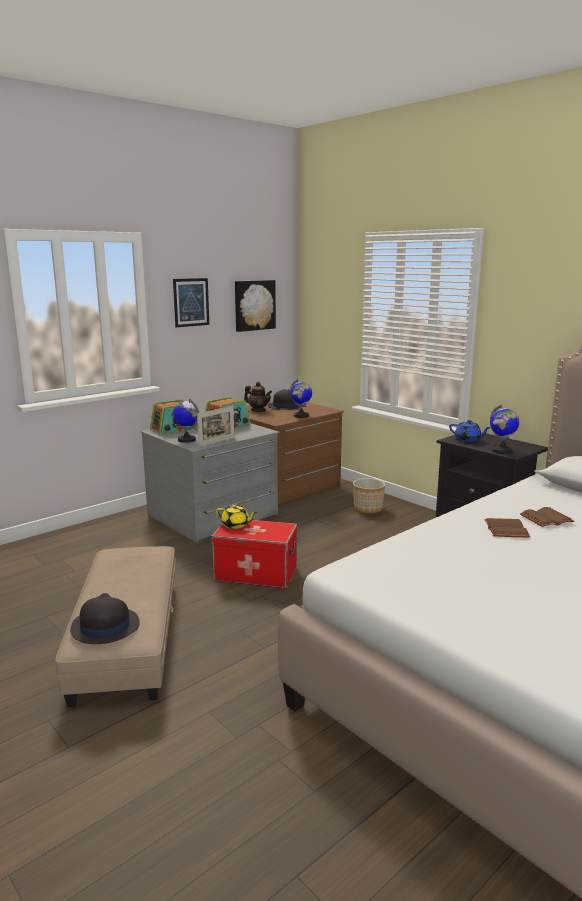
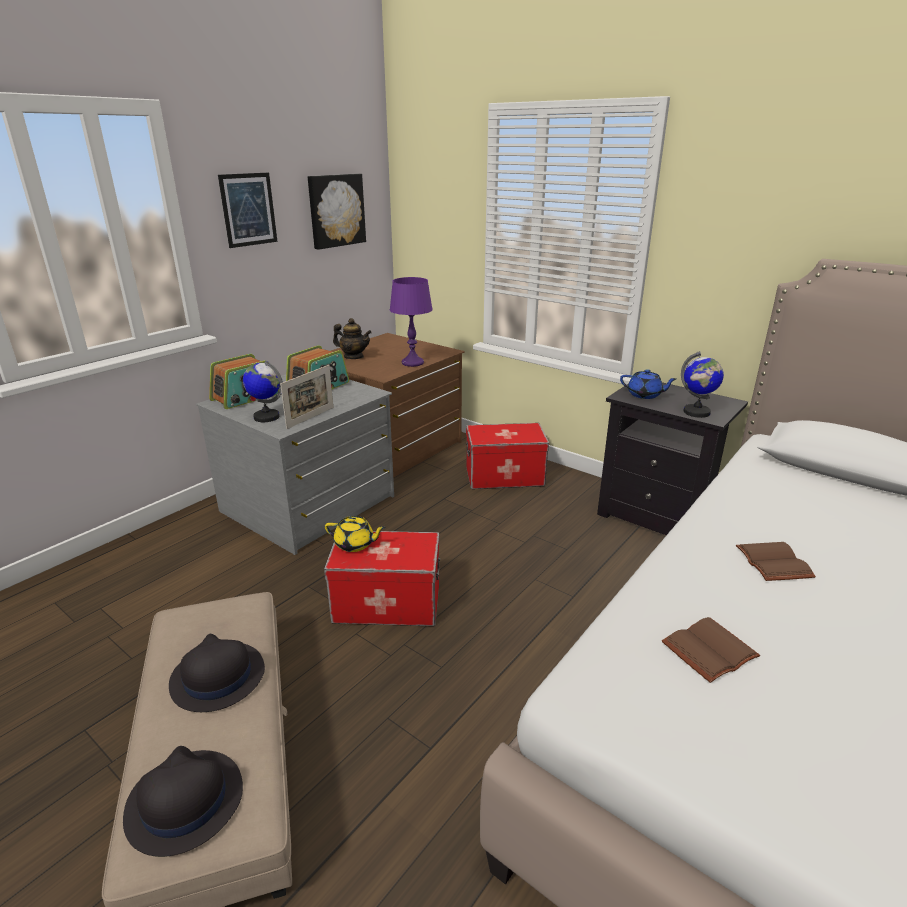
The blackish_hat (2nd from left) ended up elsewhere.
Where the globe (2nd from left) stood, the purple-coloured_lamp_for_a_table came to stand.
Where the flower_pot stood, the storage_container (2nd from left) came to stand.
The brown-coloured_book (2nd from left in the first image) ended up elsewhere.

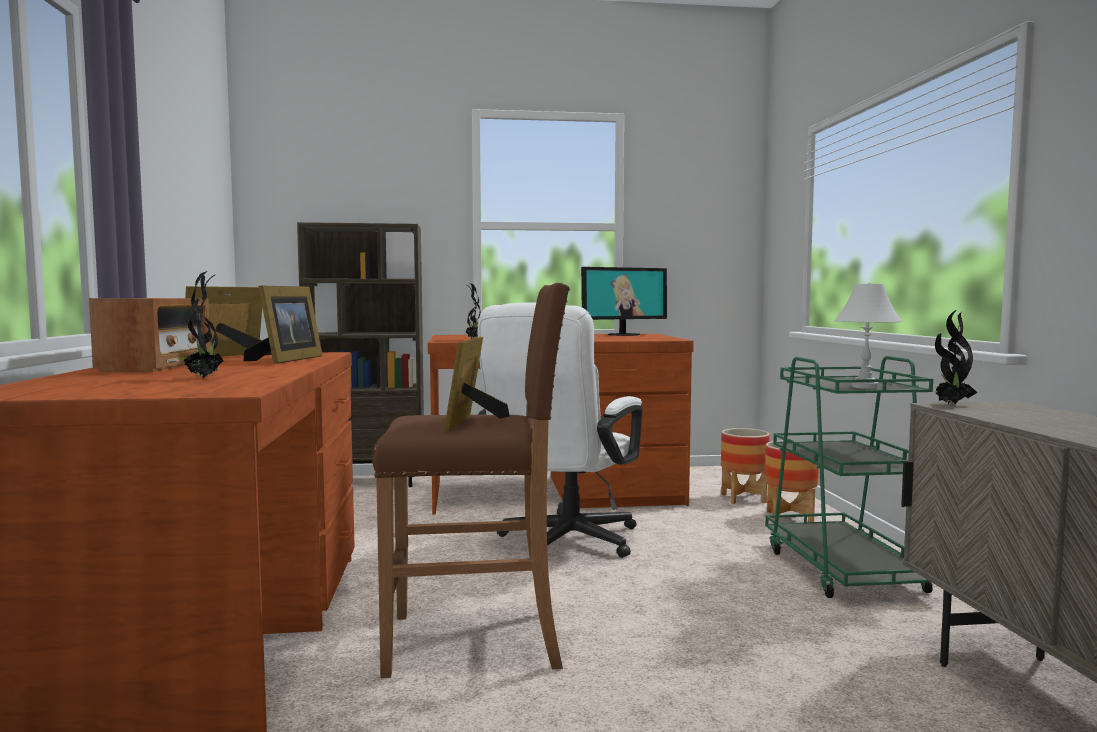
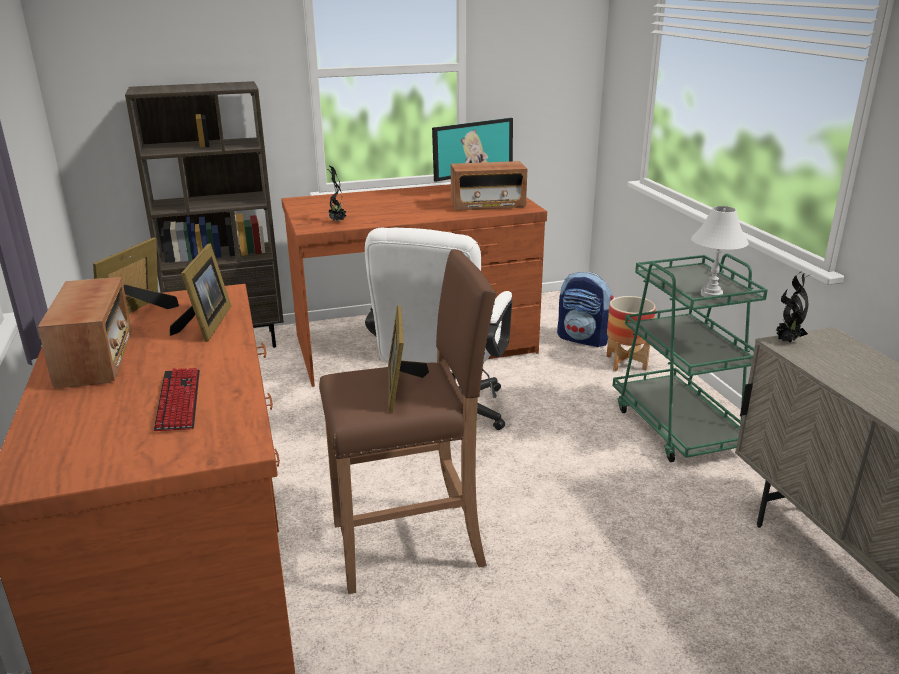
Where the plant_in_a_pot (1st from left) stood, the computer_keyboard came to stand.
Where the flower_pot (1st from left) stood, the knapsack came to stand.
The second view gained the radio_set (2nd from left).

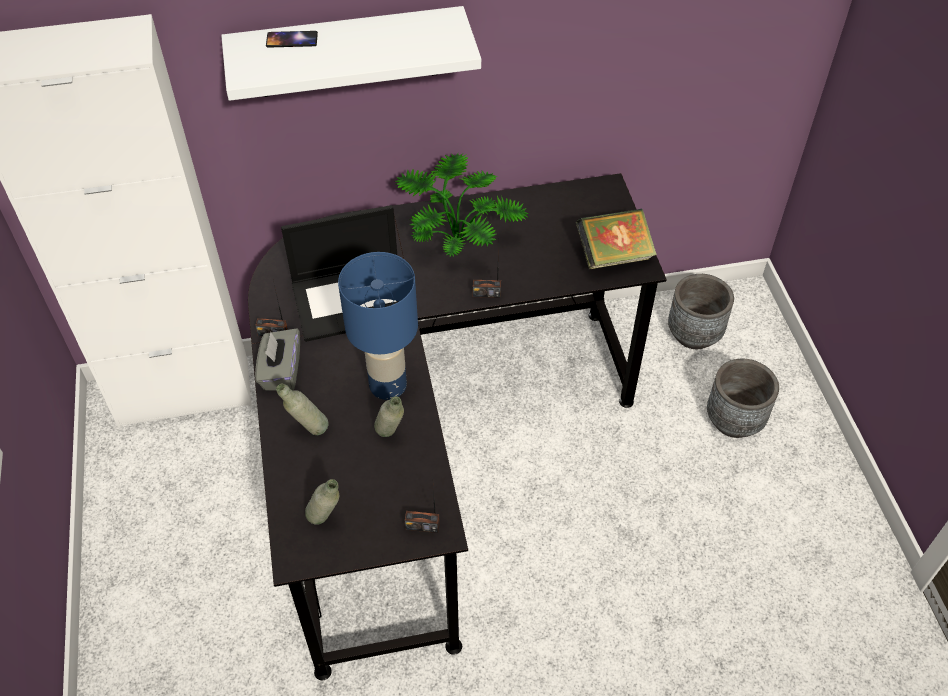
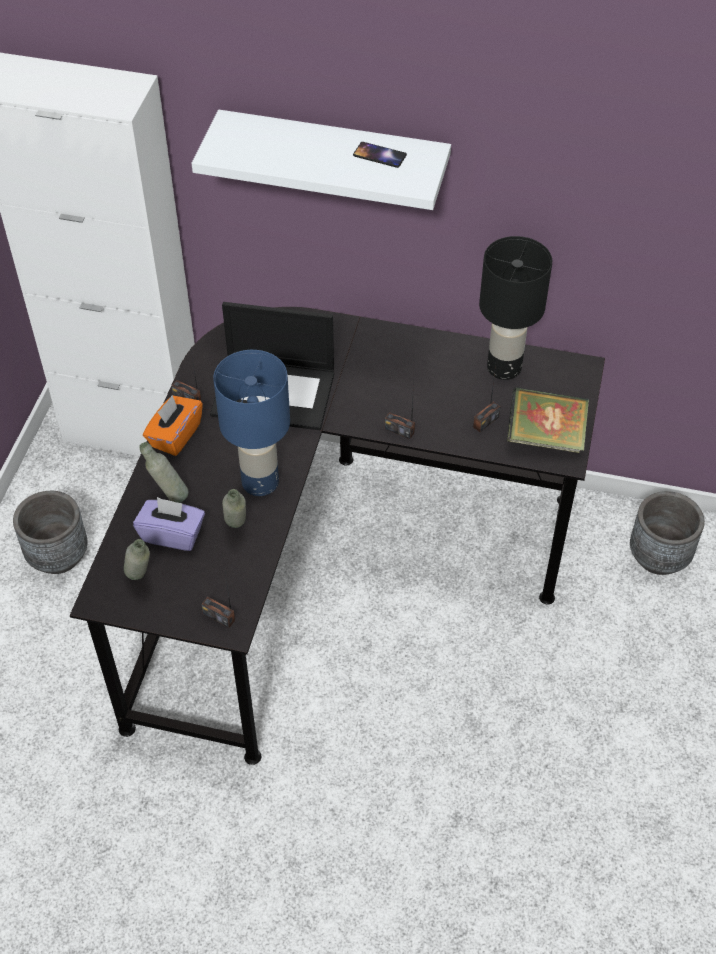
What was the grey_tissue_box turned into the orangey_tissue_box.
The handset ended up elsewhere.
The second view lost the plant_in_a_pot.
The grey_flower_pot (2nd from left in the first image) ended up elsewhere.
The second view gained the purple-coloured_tissue_box.
The second view gained the radio_set (4th from left).
The second view gained the blackish_lamp_for_a_table.

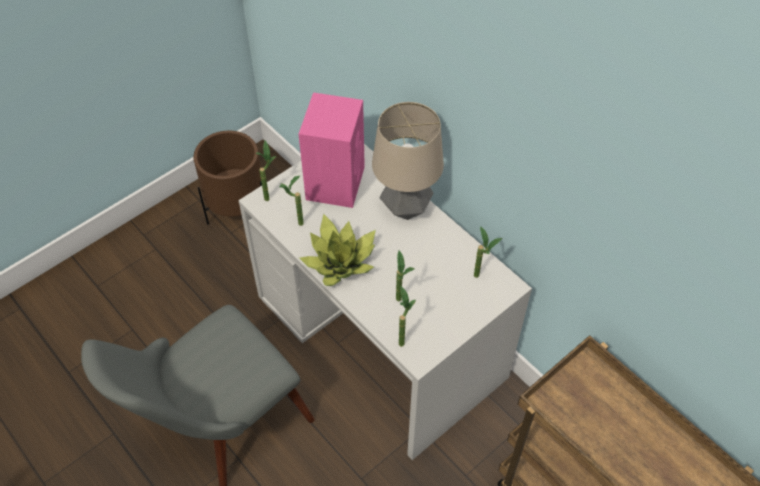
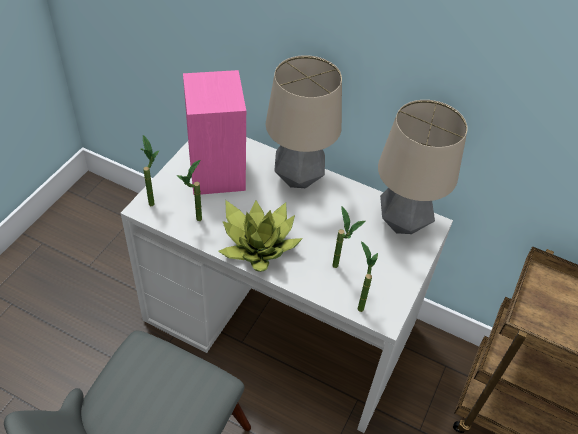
The second view lost the brown-coloured_flower_pot.
Where the plant_in_a_pot (6th from left) stood, the lamp_for_a_table (2nd from left) came to stand.

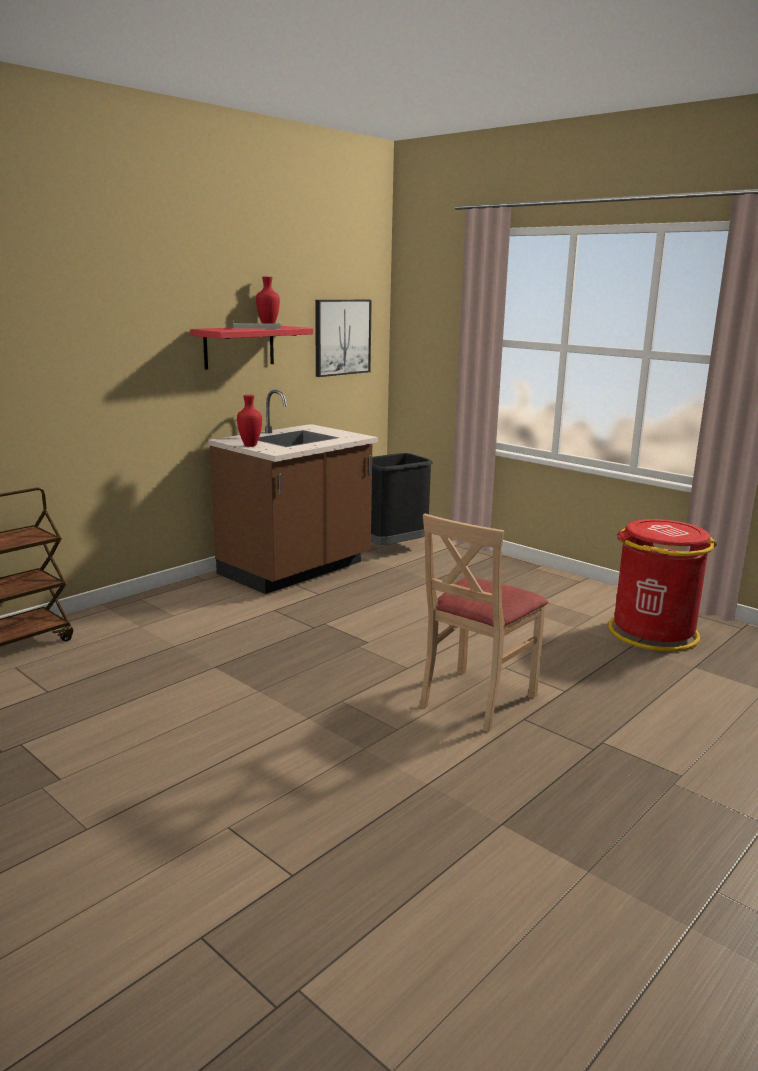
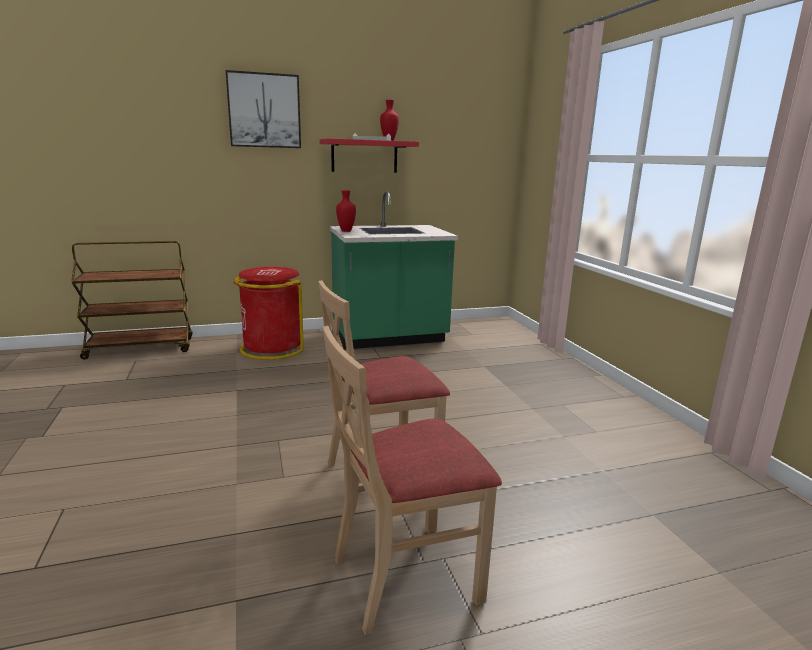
What was the brown-coloured_kitchen_base_unit turned into the greenish_kitchen_base_unit.
The picture ended up elsewhere.
The second view lost the blackish_rubbish_bin.
The red-coloured_rubbish_bin ended up elsewhere.
The second view gained the beige-coloured_upright_chair (2nd from left).

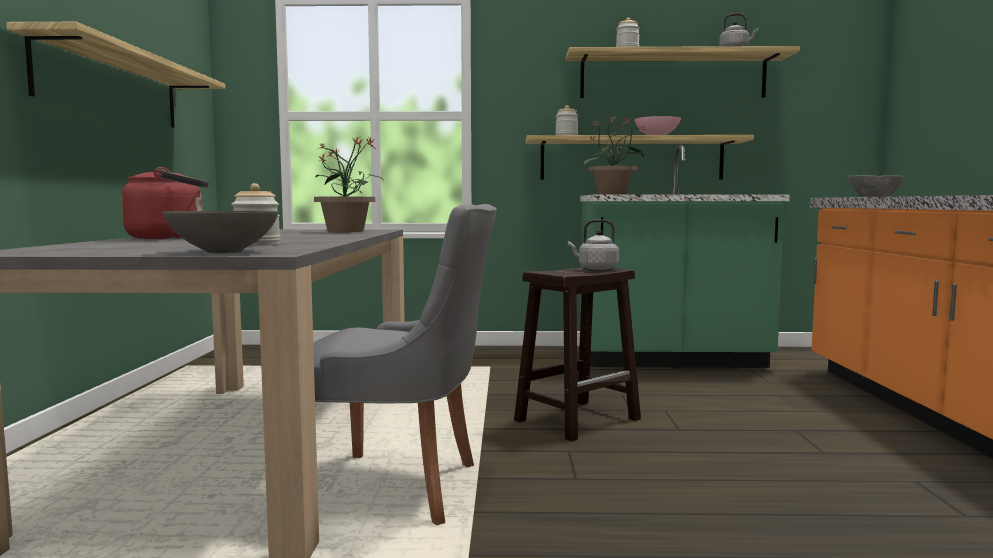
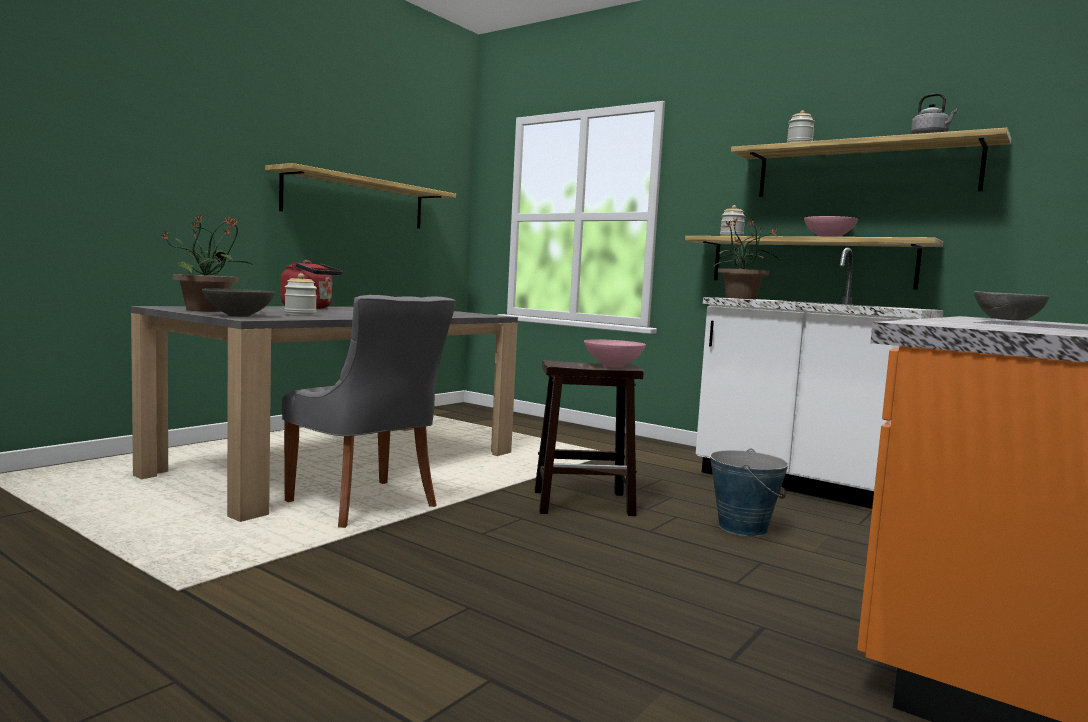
The plant_in_a_pot (1st from left) ended up elsewhere.
Where the grey_tea_kettle (1st from left) stood, the pink-coloured_bowl (1st from left) came to stand.
What was the greenish_kitchen_base_unit turned into the white-coloured_kitchen_base_unit.
The second view gained the water_bucket.

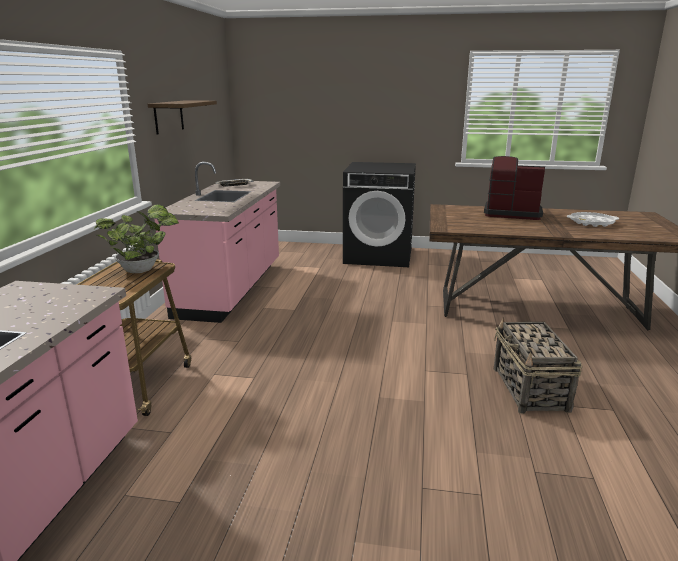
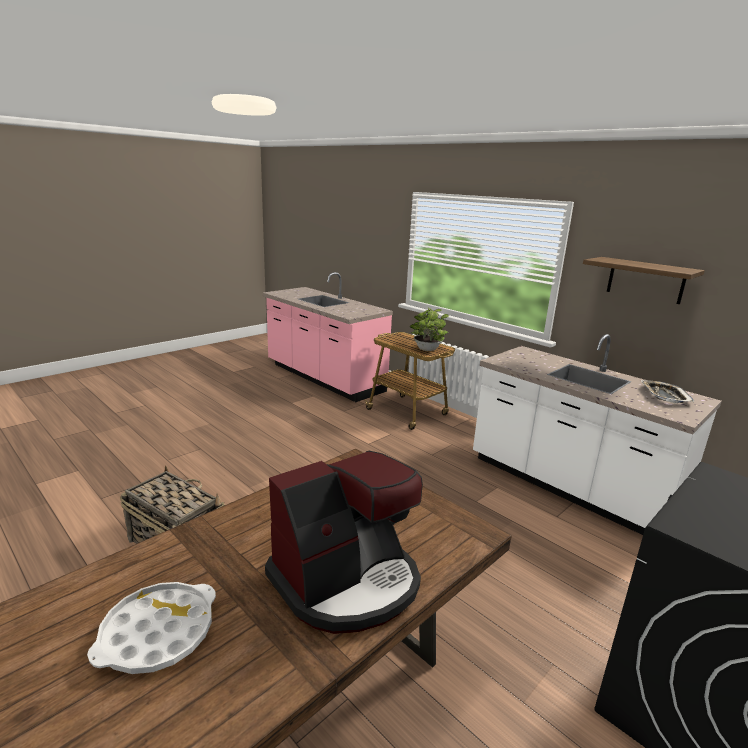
What was the pink-coloured_kitchen_base_unit (2nd from left) turned into the white-coloured_kitchen_base_unit.

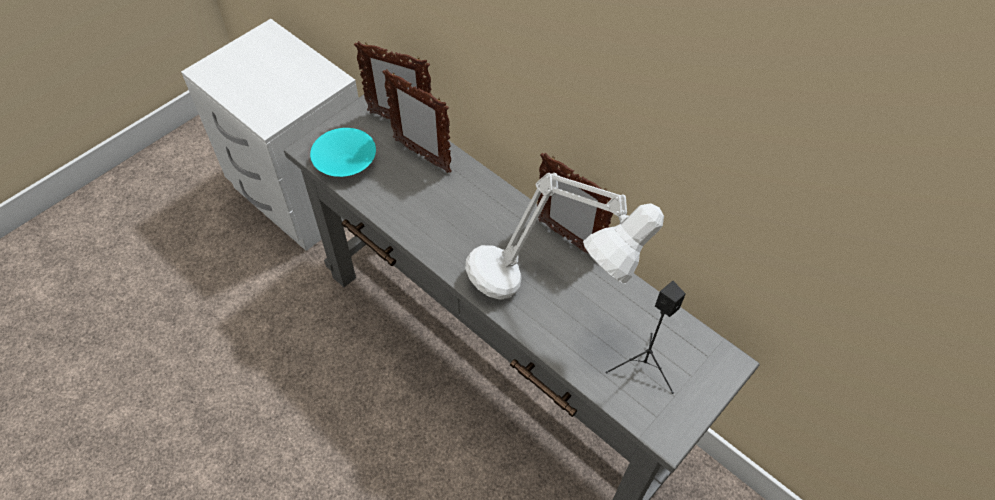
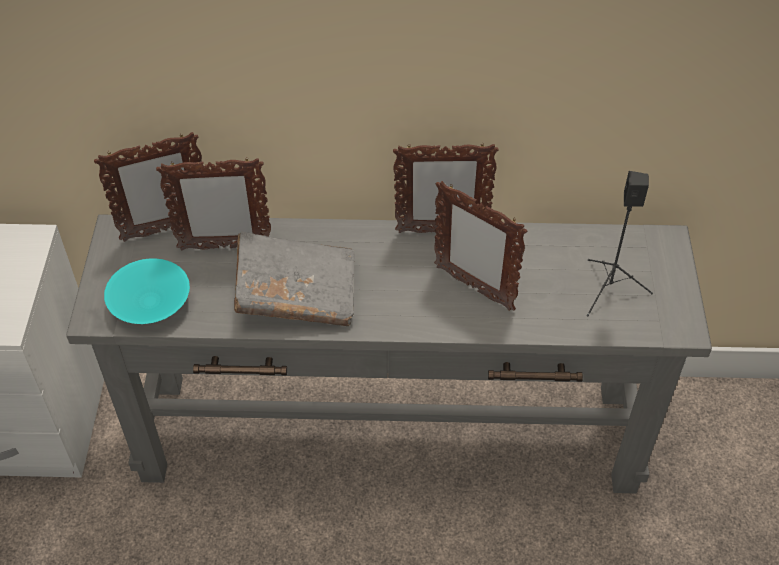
Where the white-coloured_lamp_for_a_table stood, the photo_frame (4th from left) came to stand.
The second view gained the grey_book.

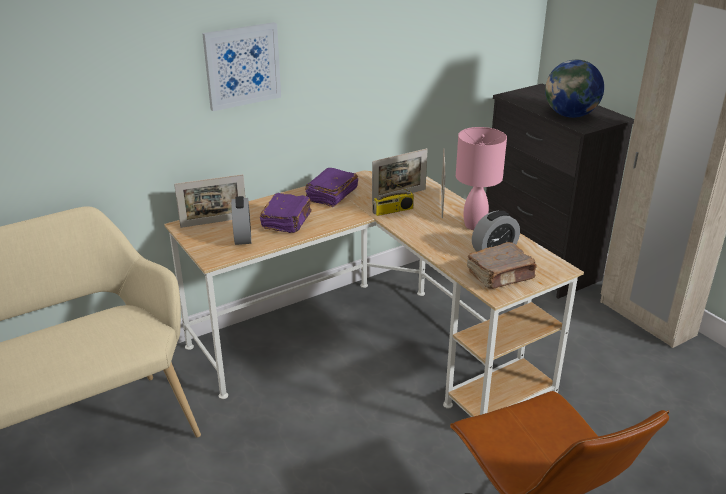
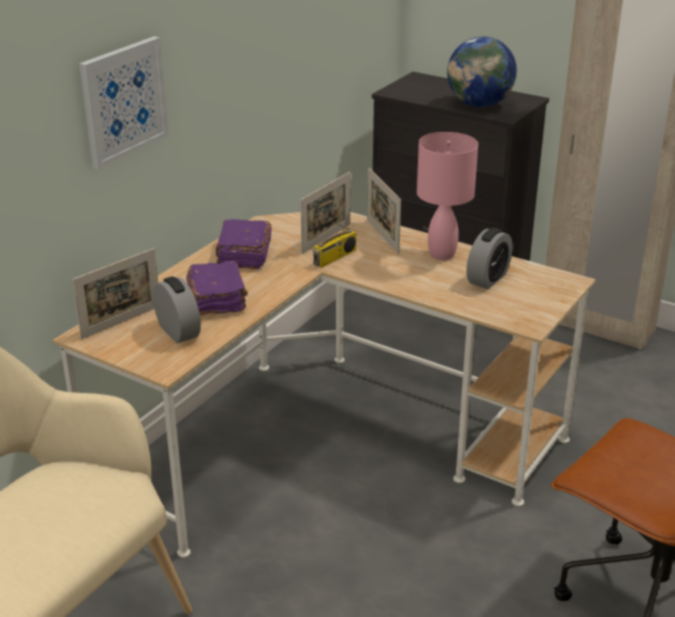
The second view lost the brown-coloured_book.

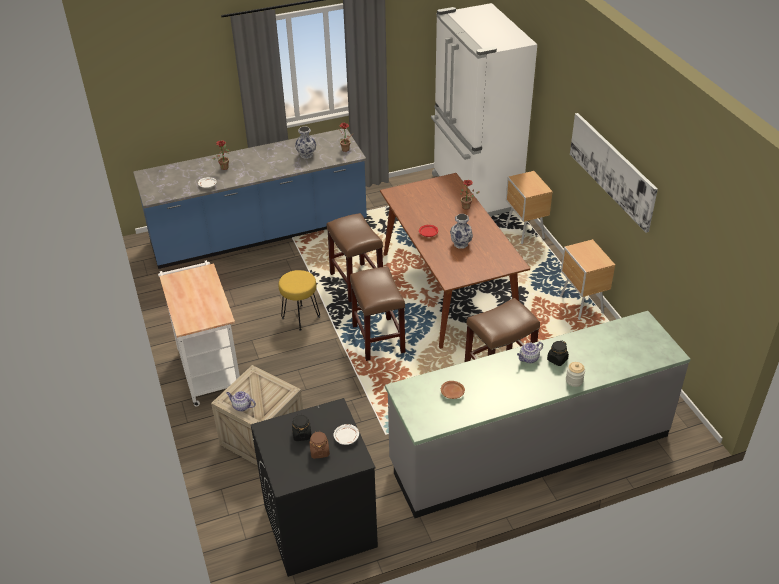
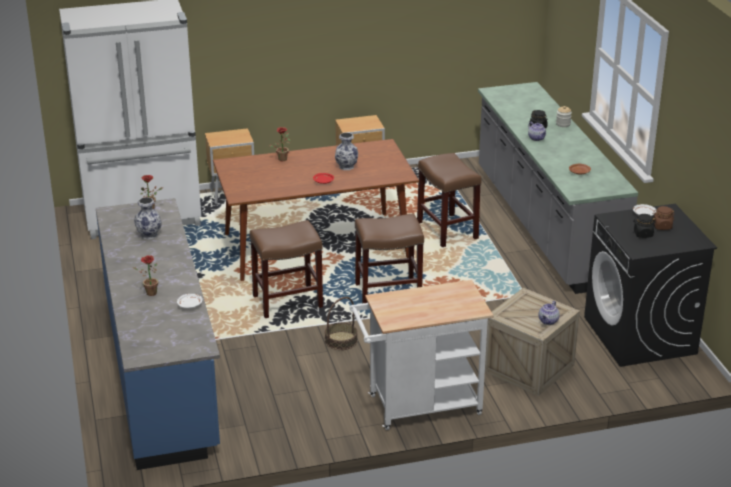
Where the yellow-coloured_stool stood, the storage_basket came to stand.
The second view lost the picture.

